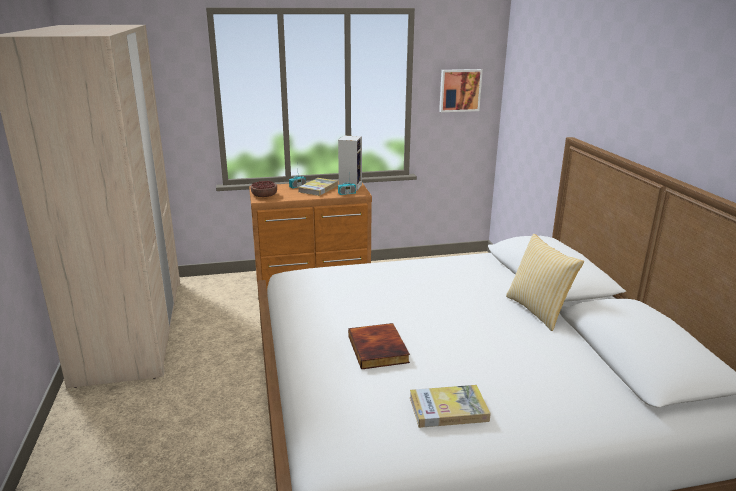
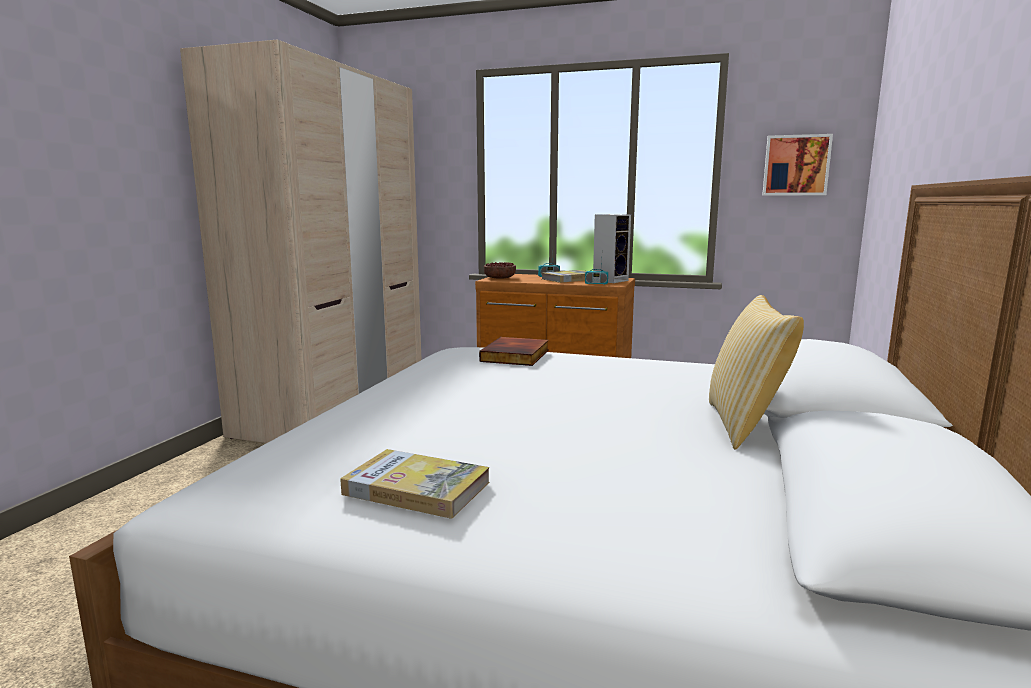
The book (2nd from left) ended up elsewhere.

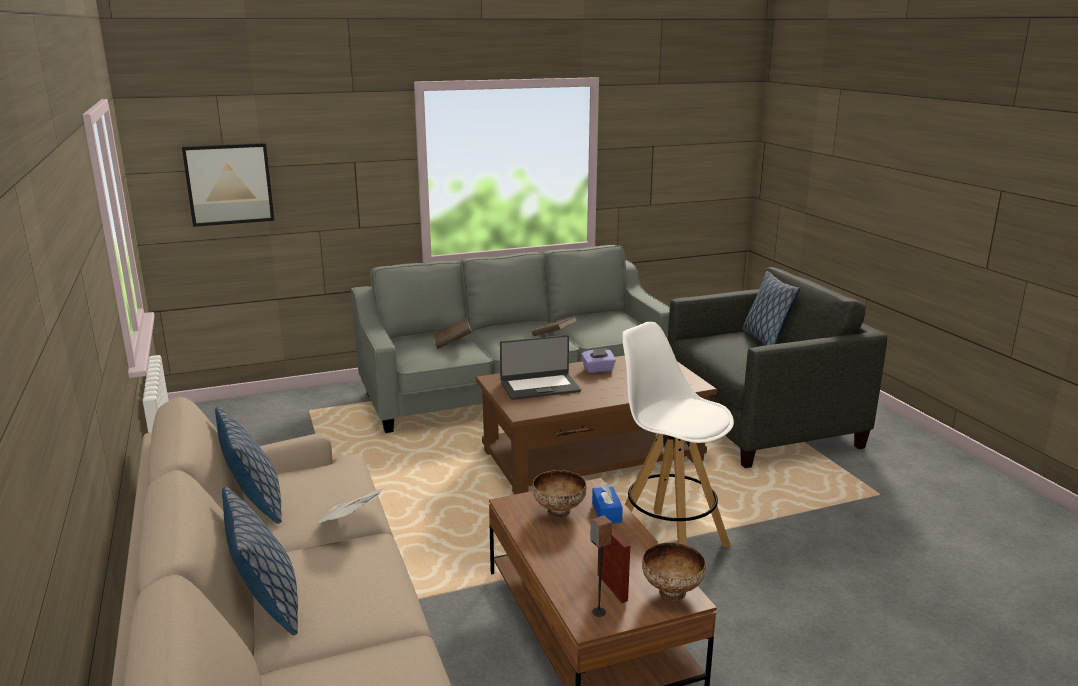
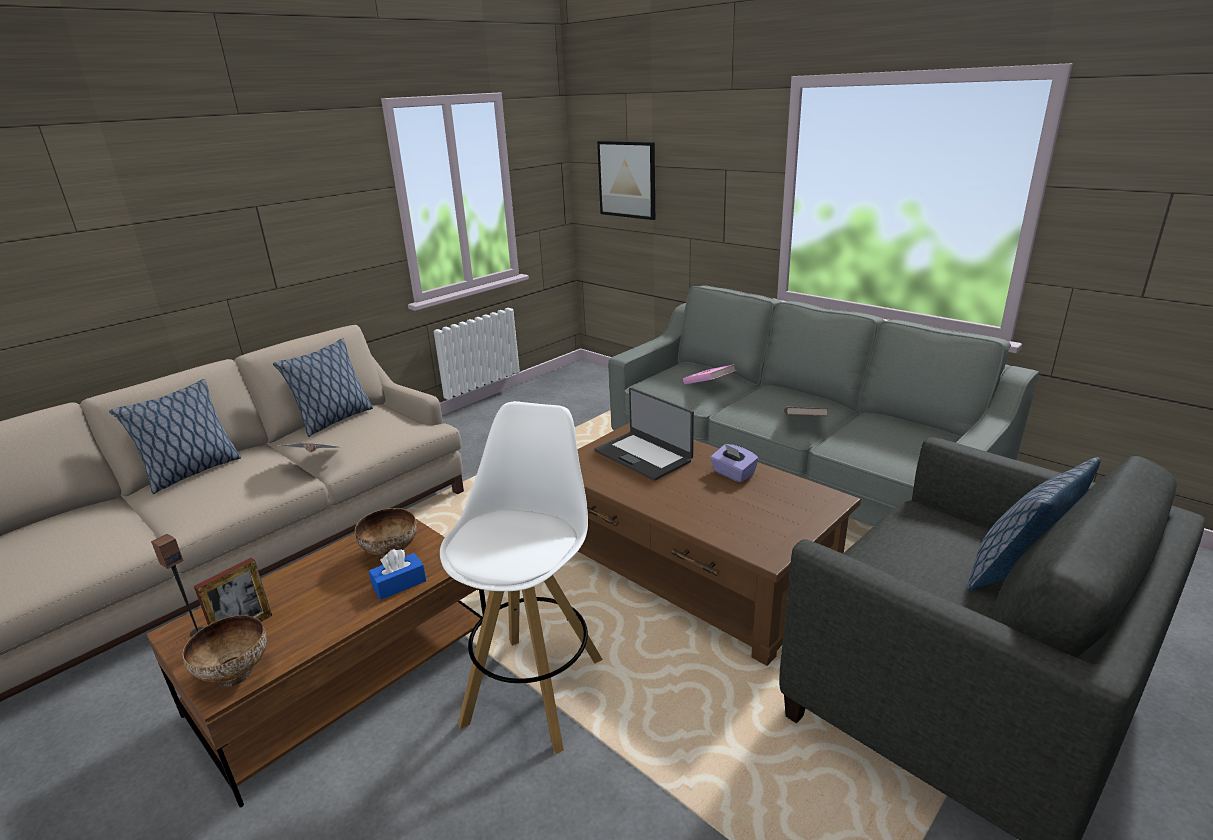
What was the brown-coloured_book (1st from left) turned into the pink-coloured_book.

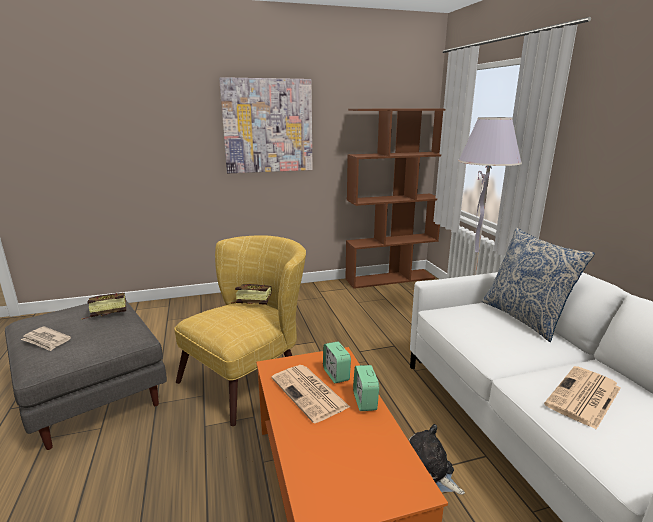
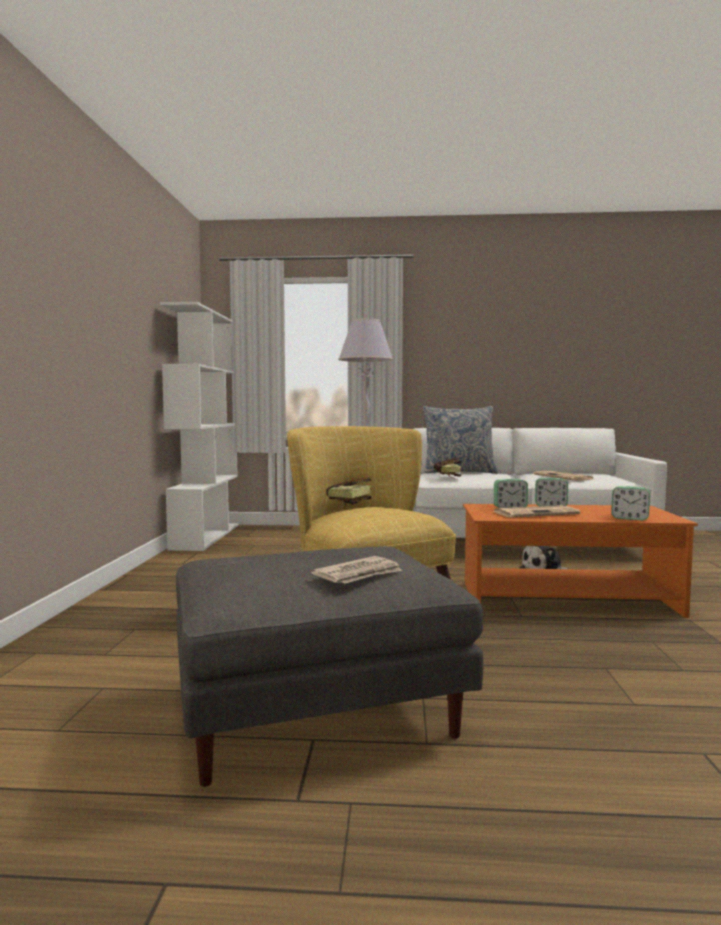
The book (1st from left in the first image) ended up elsewhere.
The second view lost the picture.
What was the brown-coloured_bookcase turned into the white-coloured_bookcase.
The second view gained the bedside_clock (3rd from left).

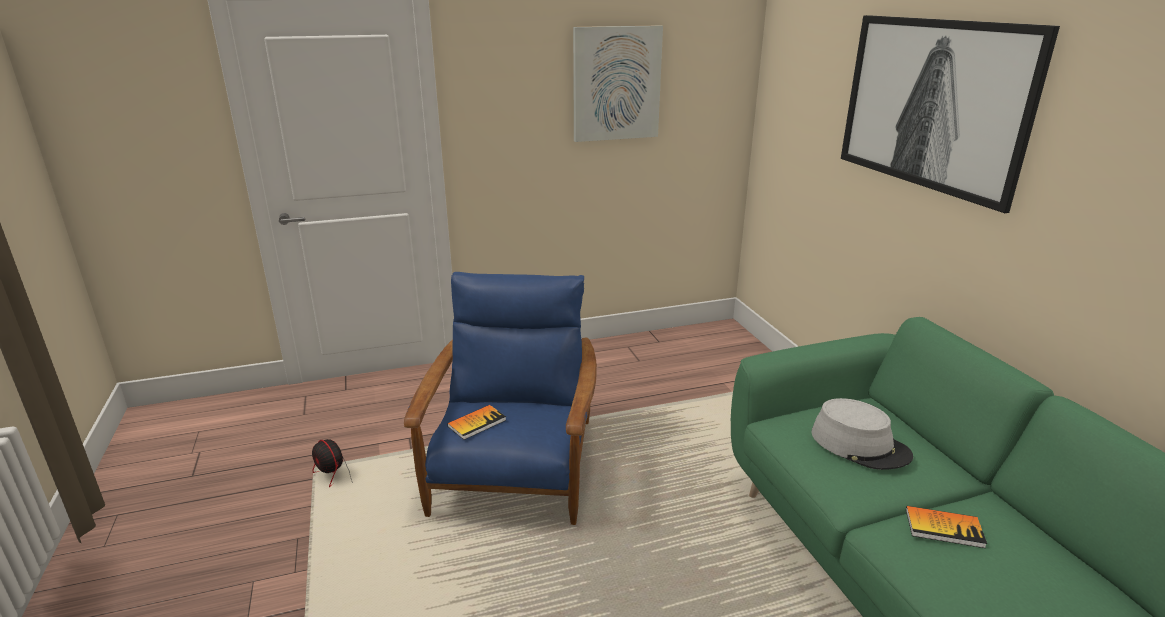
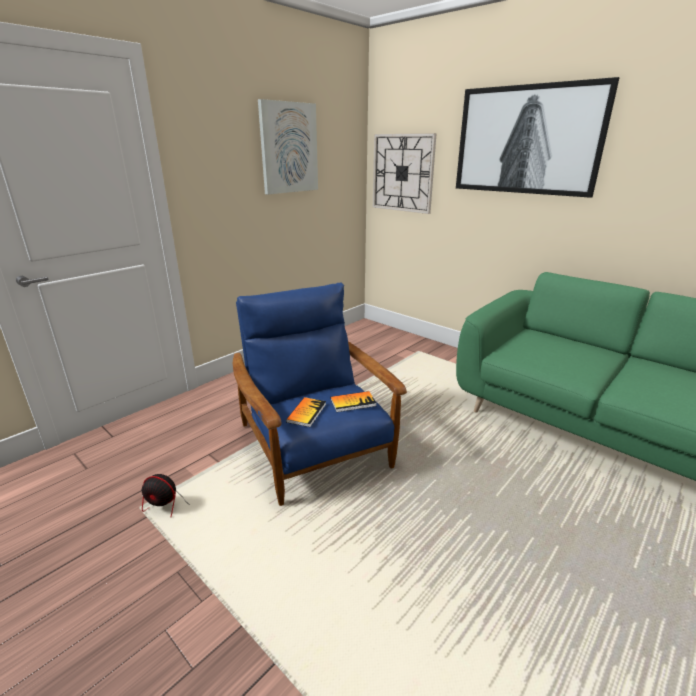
The second view lost the grey_hat.
The book (2nd from left) ended up elsewhere.
The second view gained the wall_clock.

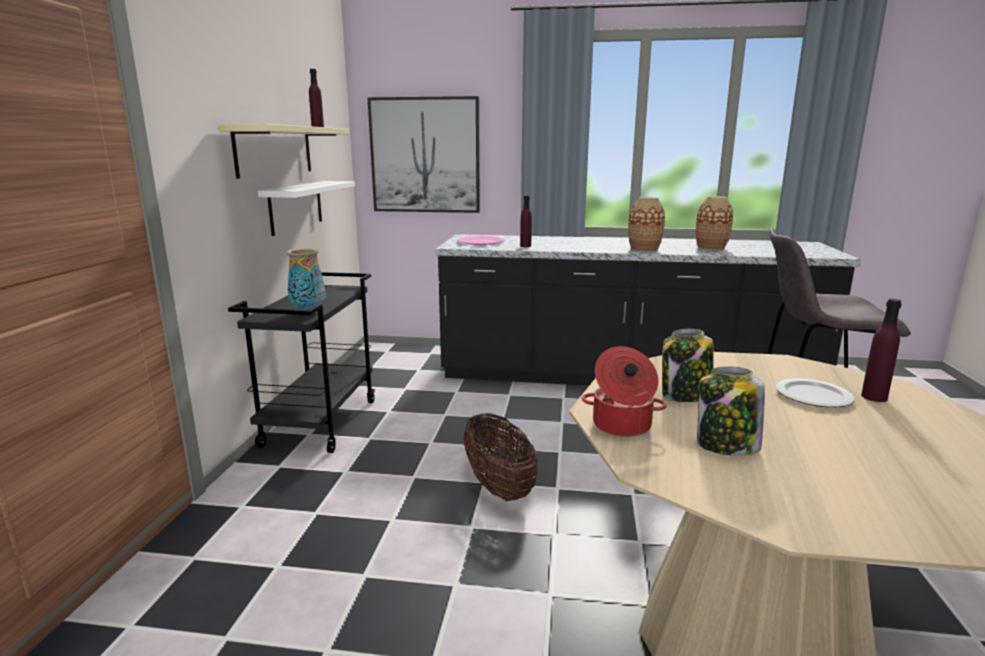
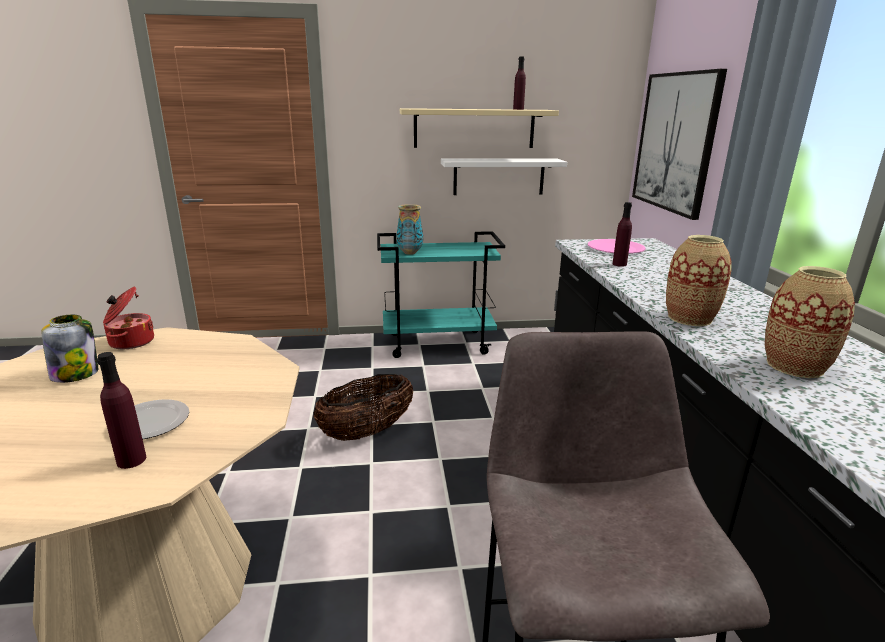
What was the blackish_trolley turned into the blue-green_trolley.
The second view lost the storage_jar (1st from left).

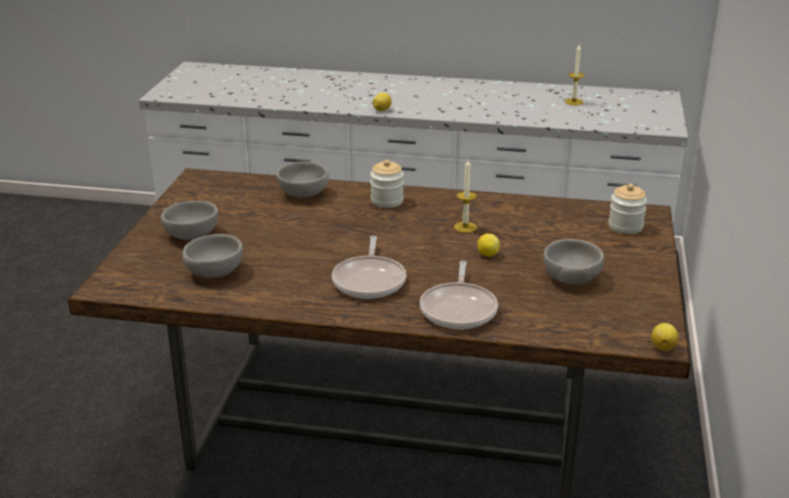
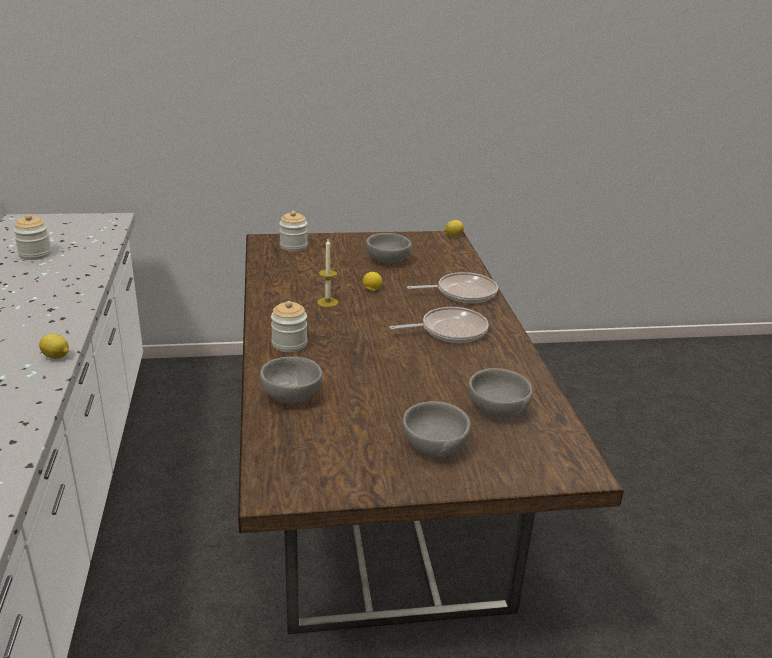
Where the candle (2nd from left) stood, the storage_jar (1st from left) came to stand.

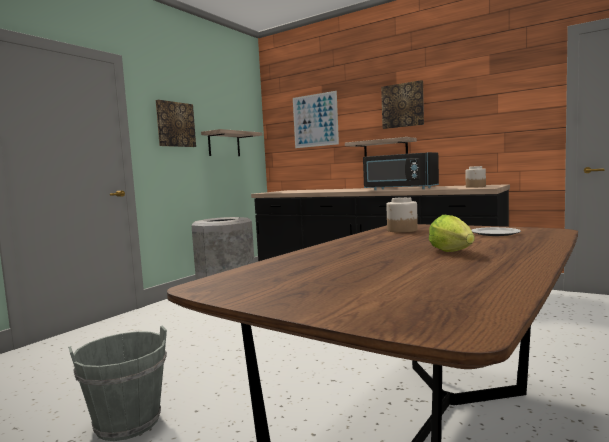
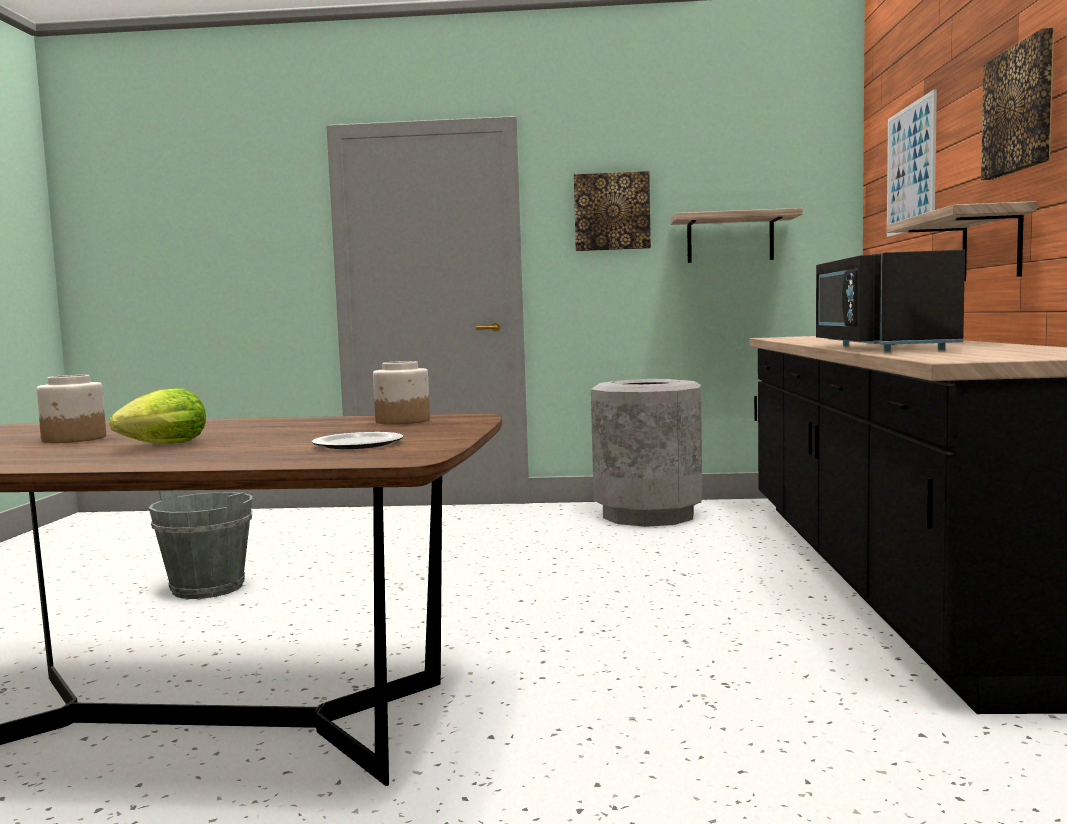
The storage_jar (2nd from left in the first image) ended up elsewhere.

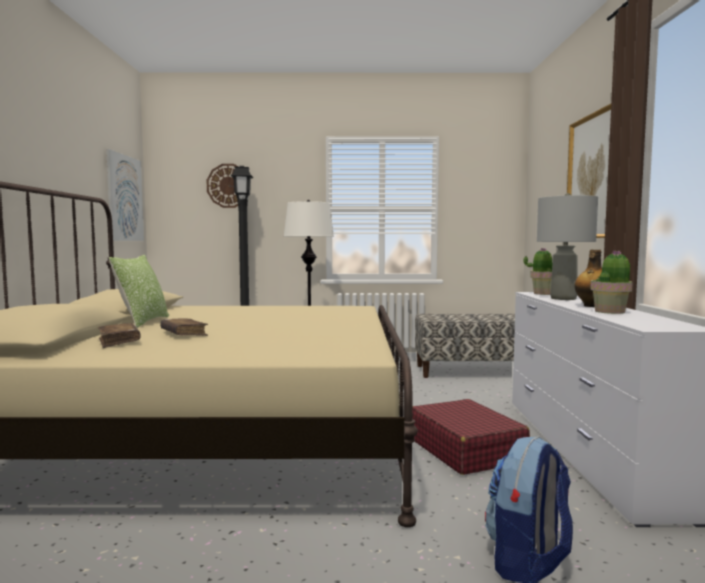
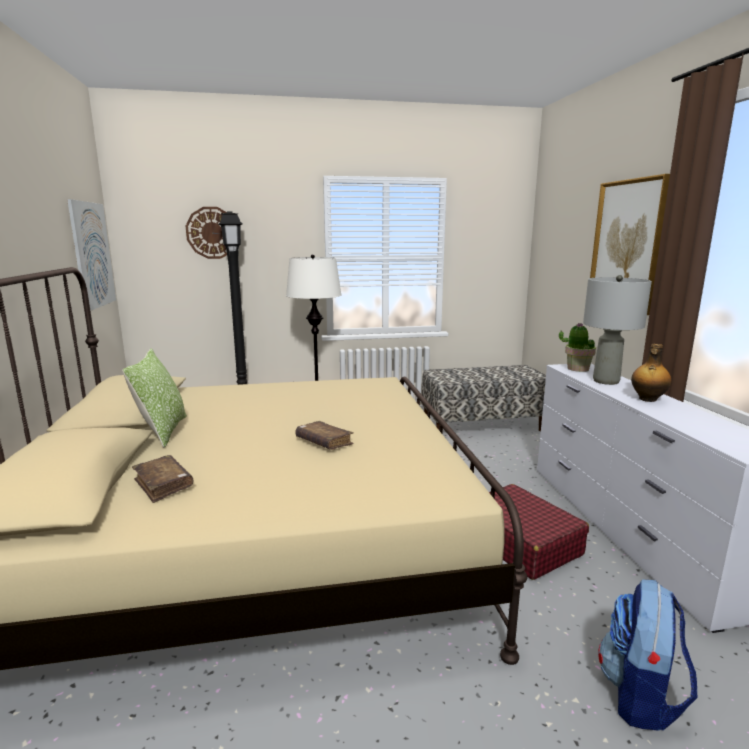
The brown-coloured_book (2nd from left) ended up elsewhere.
The second view lost the plant_in_a_pot (2nd from left).

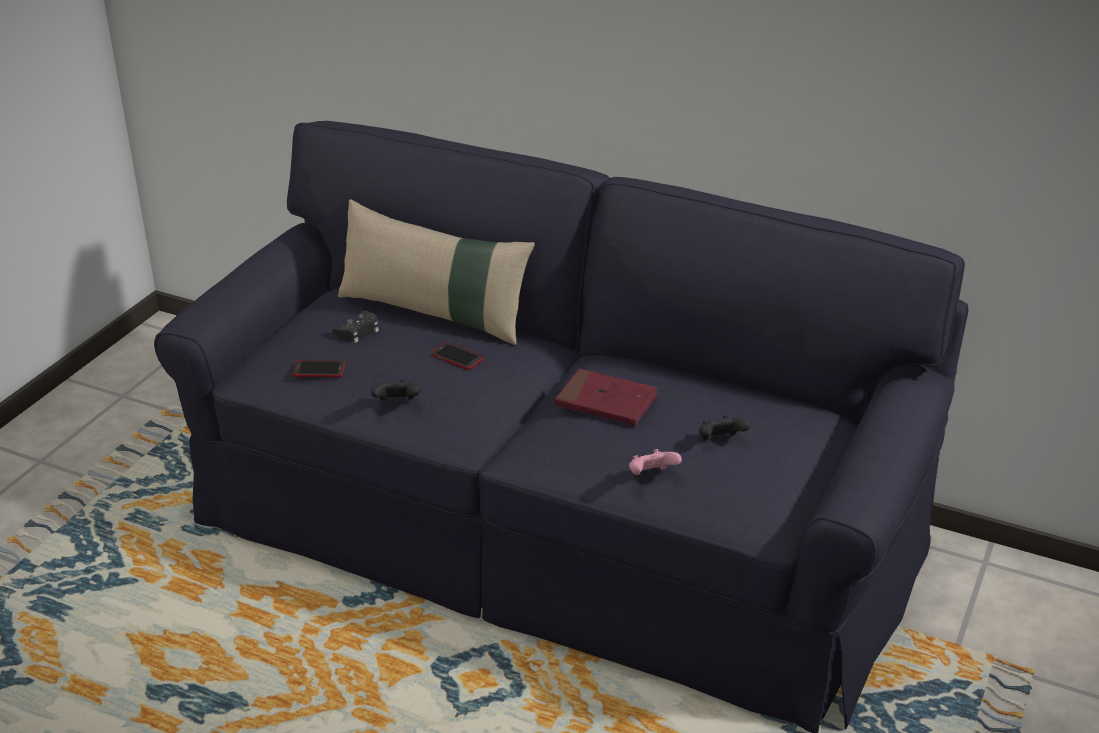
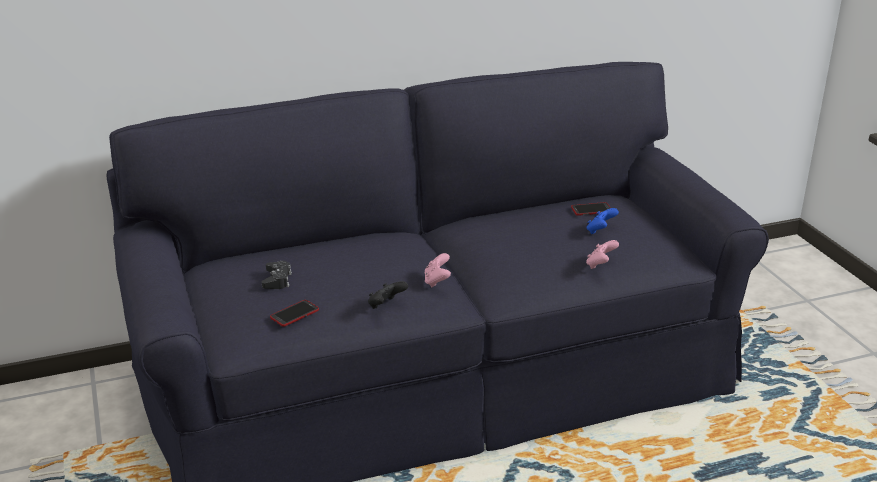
The second view lost the beige-coloured_pillow.
The handset (2nd from left) ended up elsewhere.
The second view lost the red-coloured_book.
What was the blackish_game_controller (3rd from left) turned into the blue_game_controller.
The second view gained the pink-coloured_game_controller (1st from left).

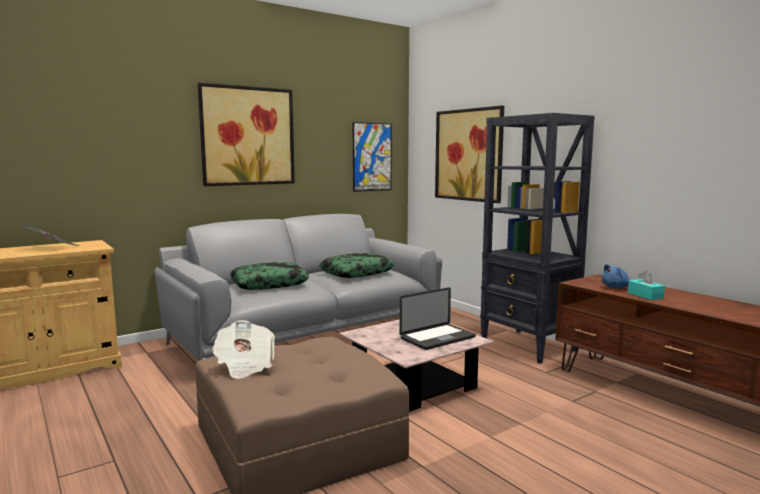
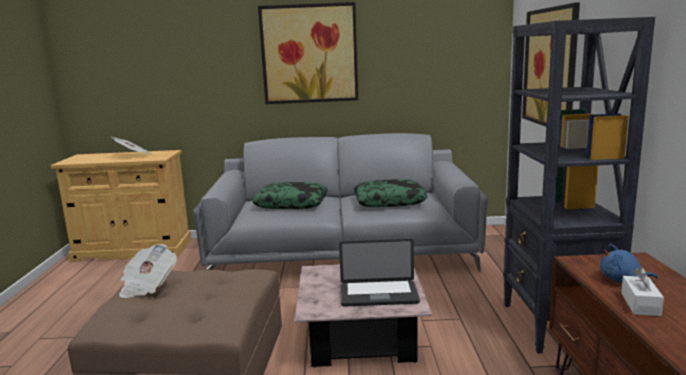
The second view lost the picture (2nd from left).
What was the blue-green_tissue_box turned into the white-coloured_tissue_box.

